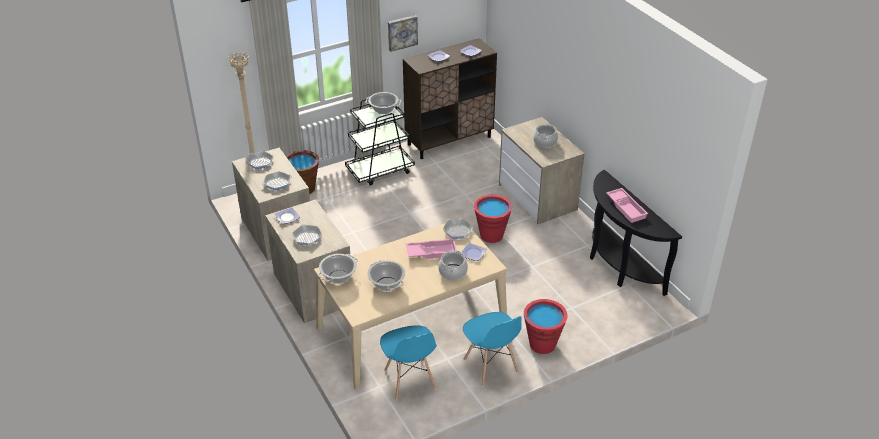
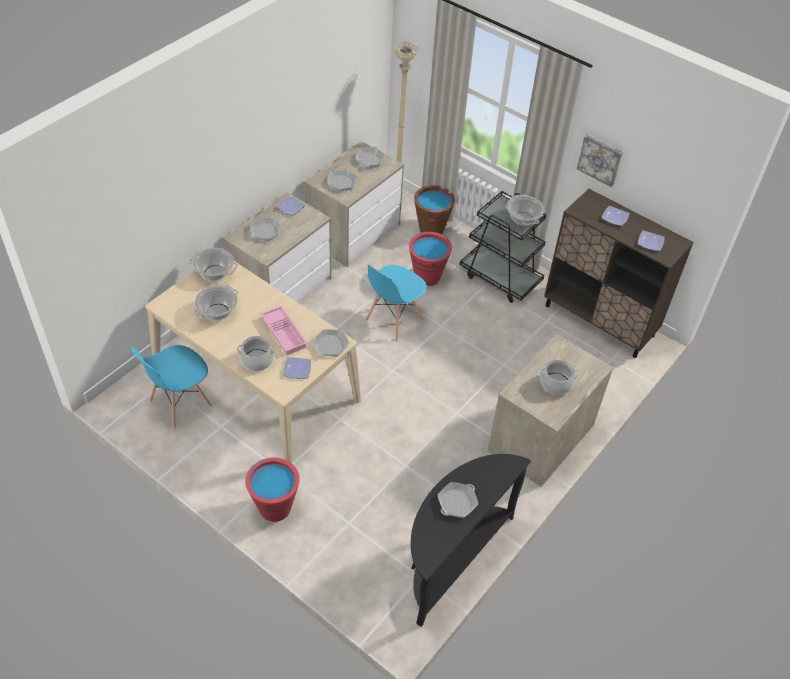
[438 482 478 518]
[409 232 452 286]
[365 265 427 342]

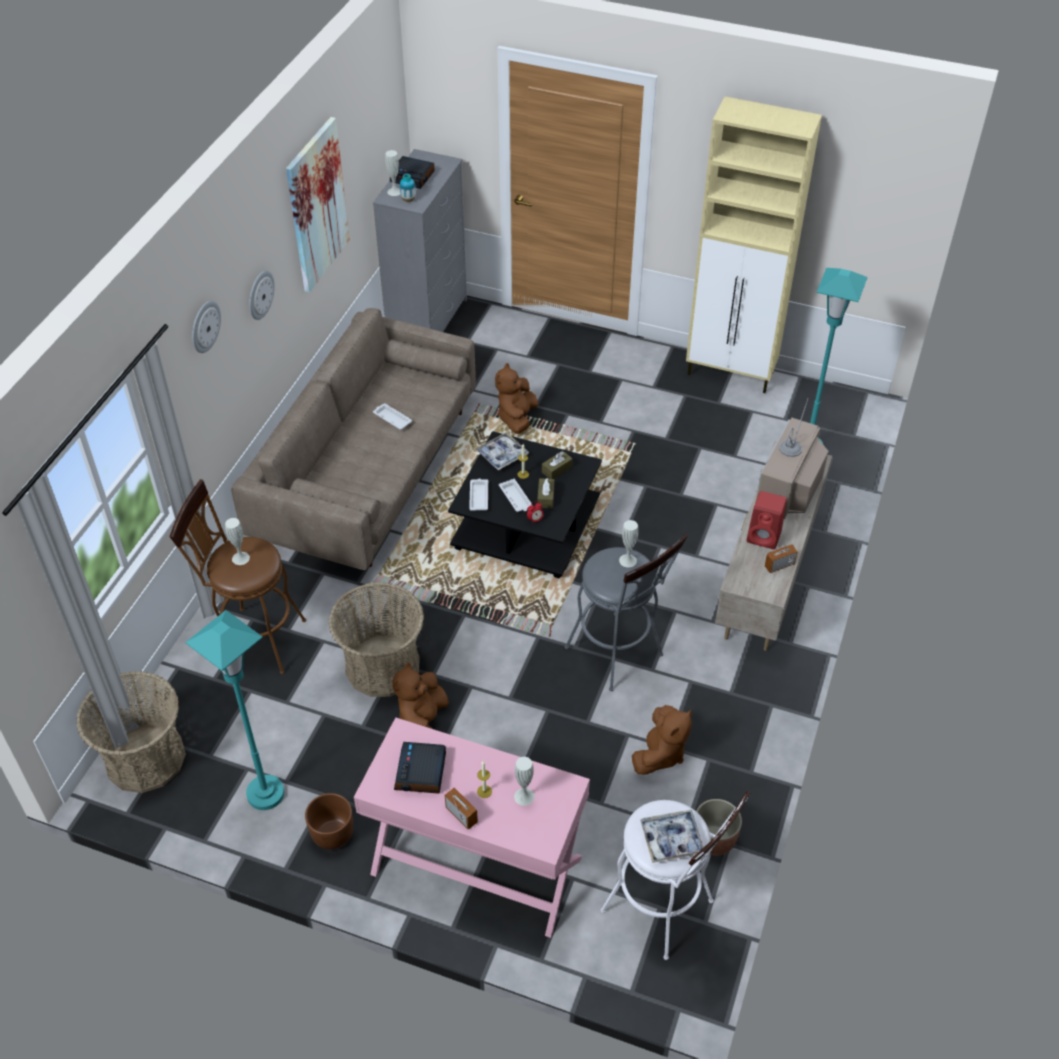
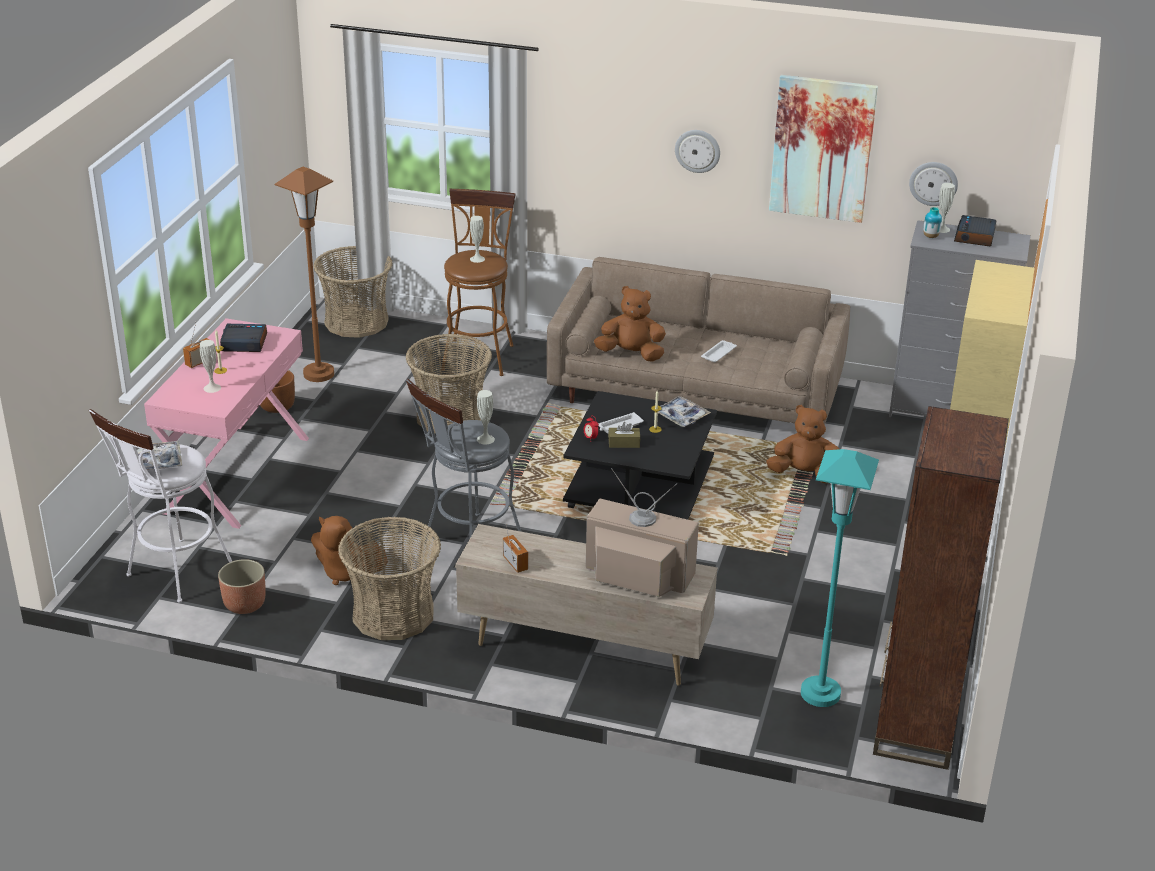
[909 162 958 206]
[542 451 573 479] (first image)
[469 479 488 511] (first image)
[747 491 787 549] (first image)
[275 167 334 382]
[594 286 666 362]
[873 406 1009 770]
[338 516 441 640]

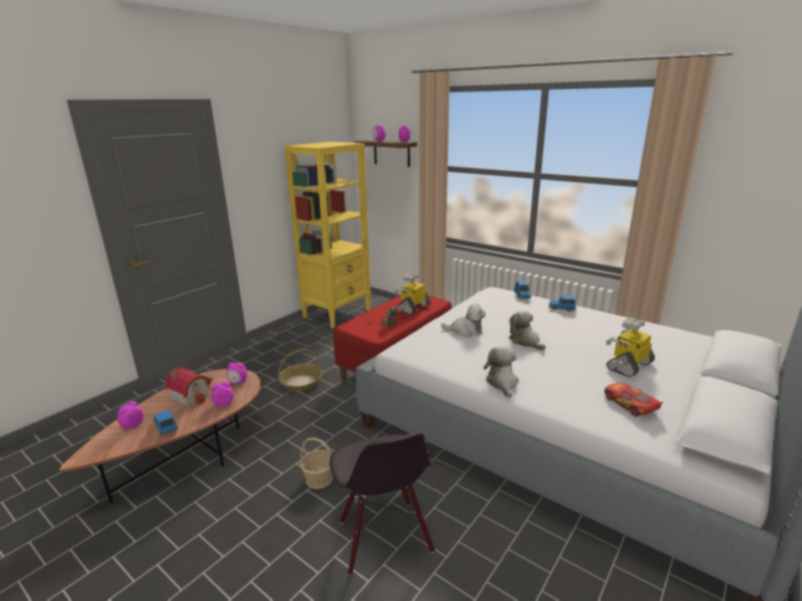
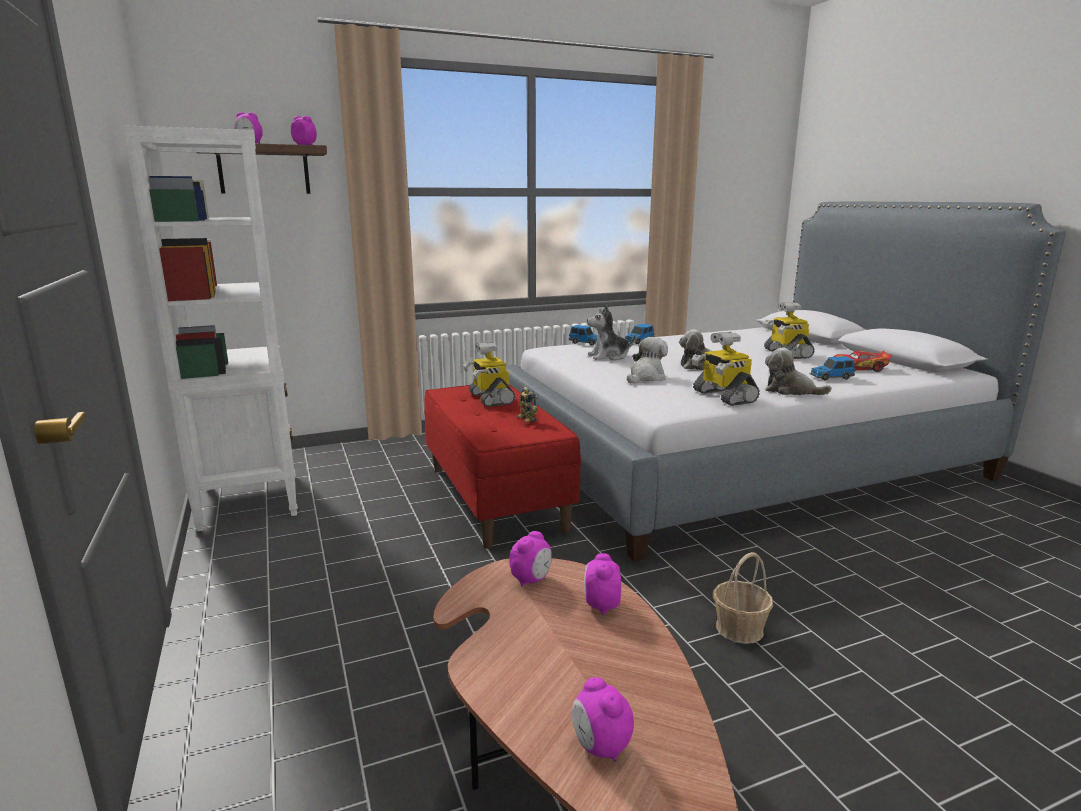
[122 125 298 531]
[278 349 322 391] (first image)
[165 367 212 408] (first image)
[810 356 855 380]
[330 432 435 575] (first image)
[587 305 636 360]
[692 332 760 406]

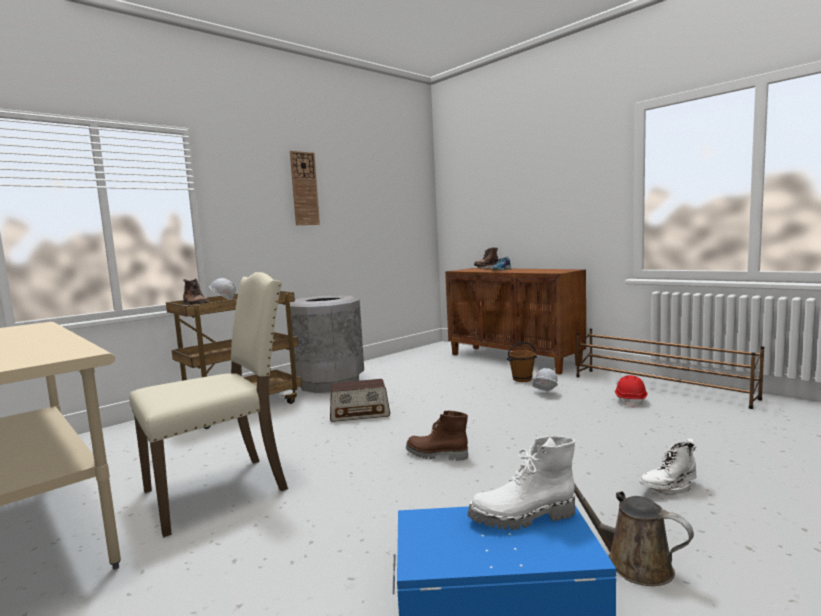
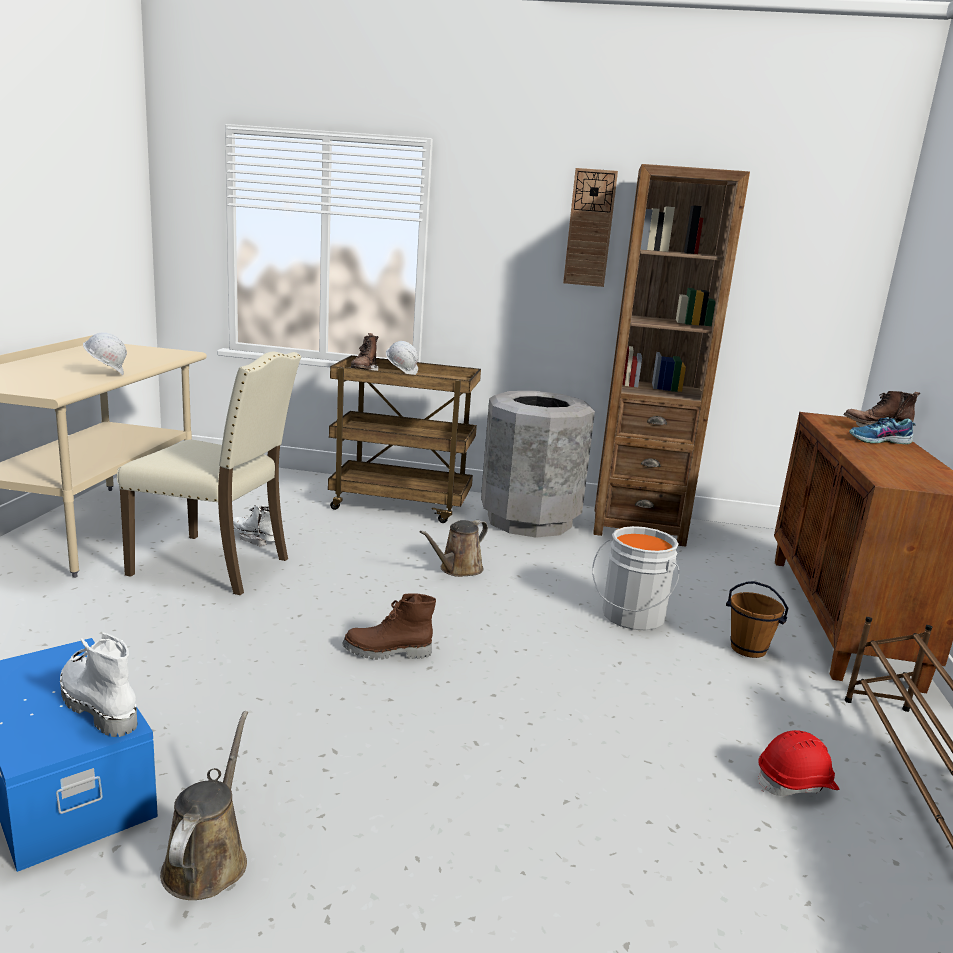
[83 332 127 375]
[420 520 488 577]
[342 593 436 660]
[233 505 275 547]
[593 164 750 547]
[592 526 679 630]

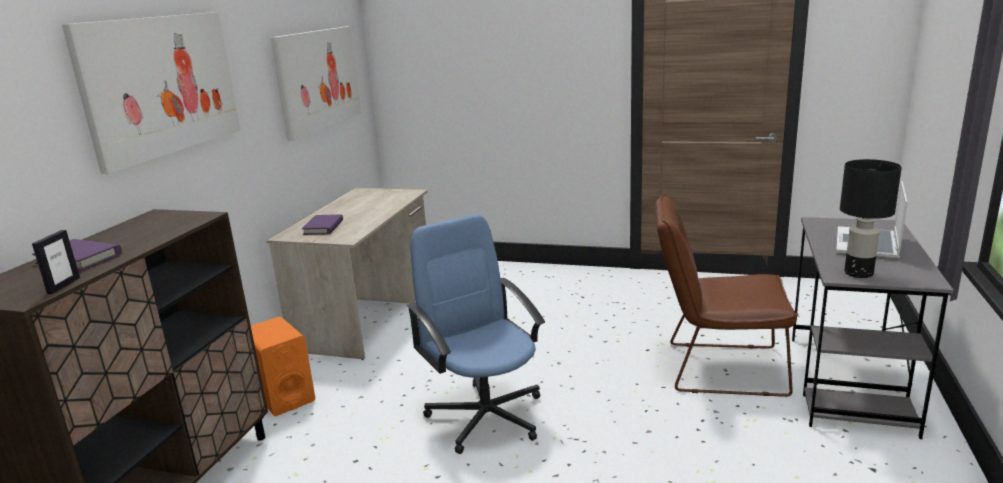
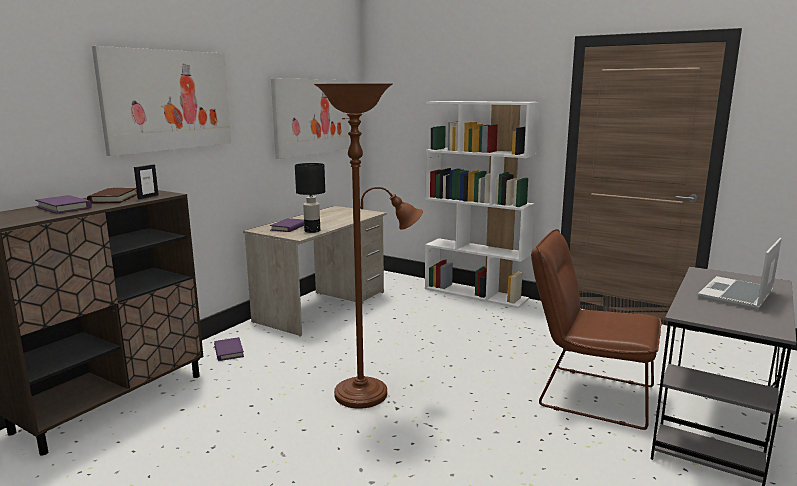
[295 163 325 233]
[314 83 423 409]
[134 164 159 199]
[214 337 244 361]
[425 101 540 308]
[87 188 137 203]

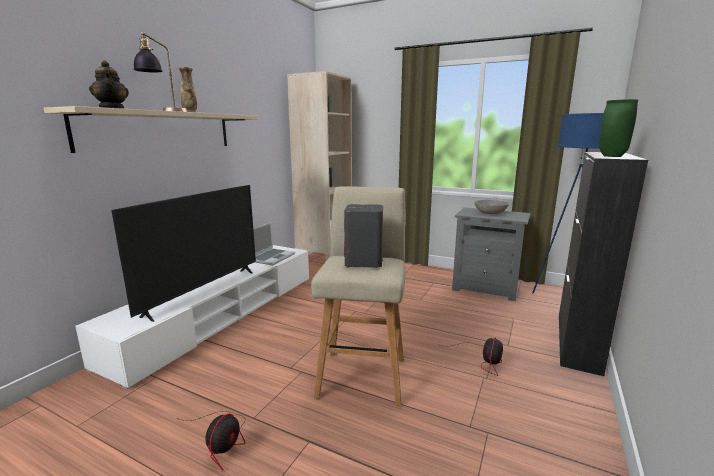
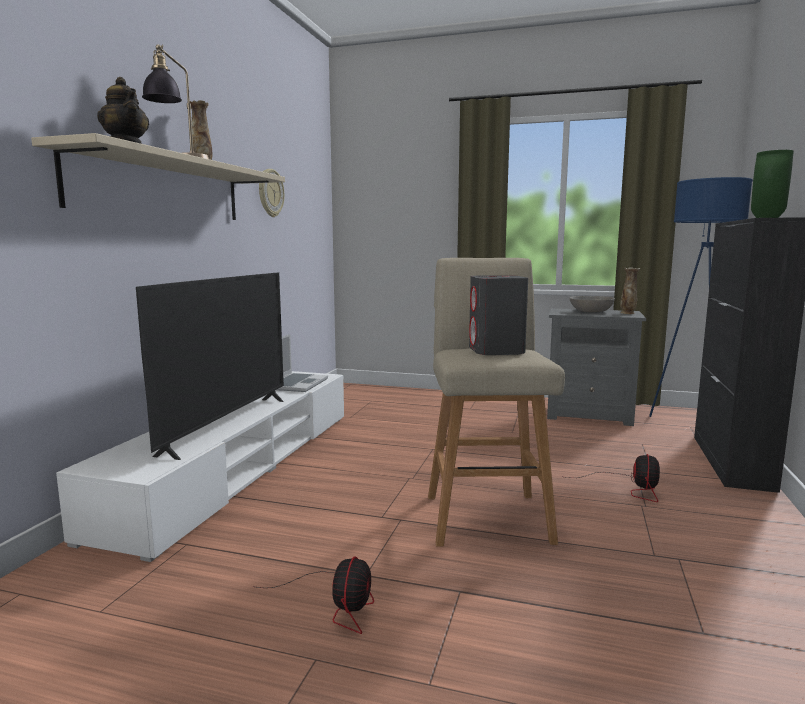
[287 71 352 260] (first image)
[259 169 284 217]
[620 268 640 314]

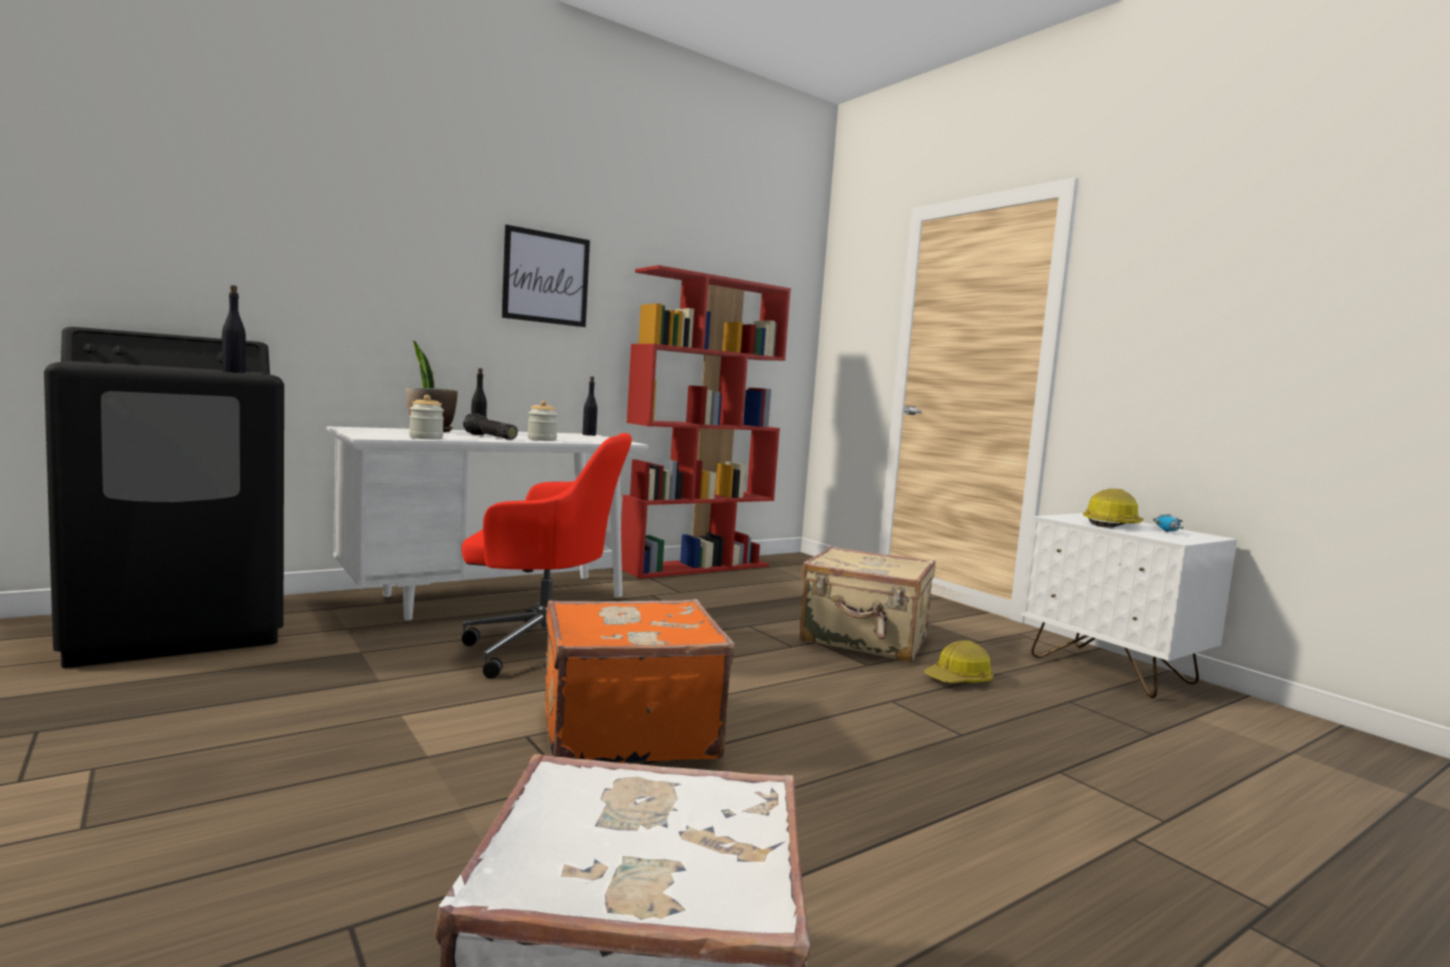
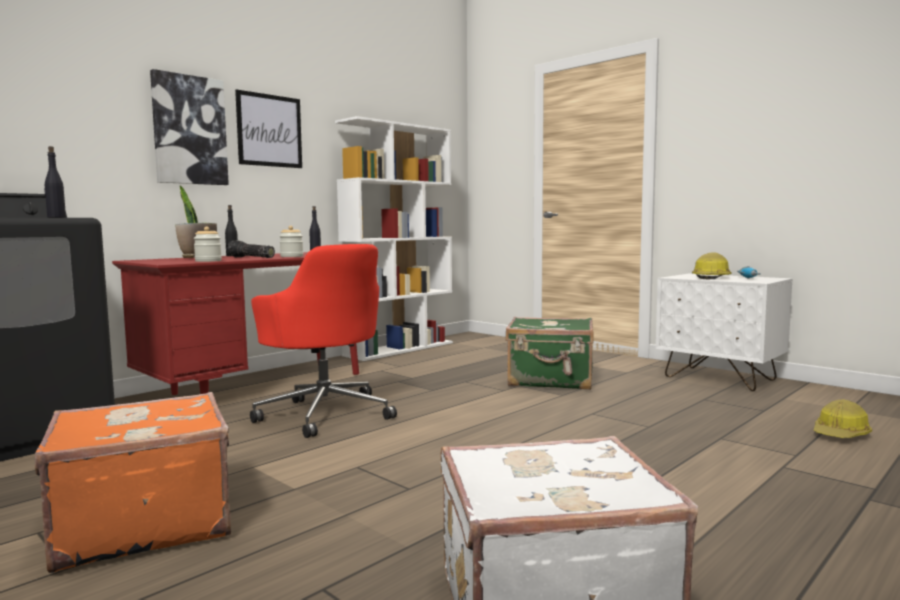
[335 116 453 361]
[112 252 359 395]
[250 244 397 438]
[505 316 594 390]
[35 392 231 573]
[814 400 872 438]
[150 69 229 185]

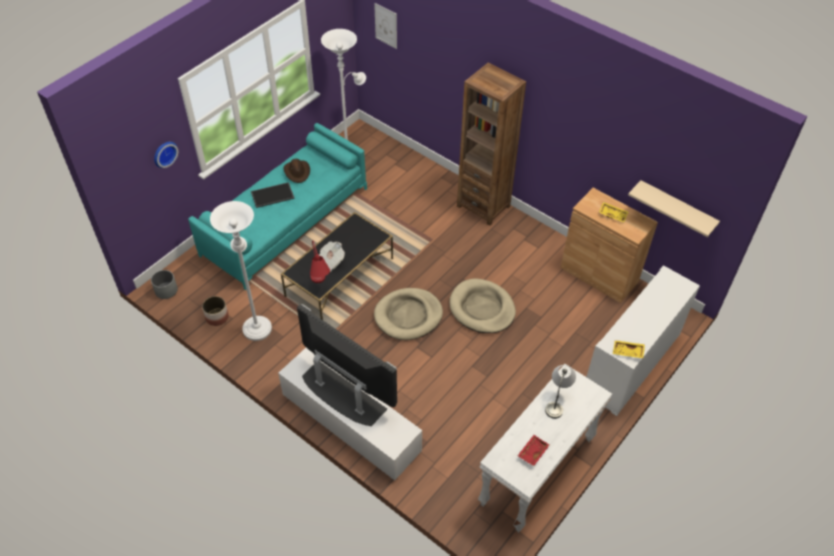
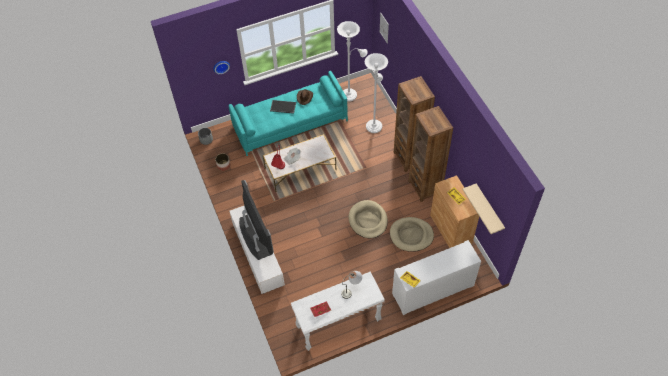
[365 53 388 133]
[263 134 336 192]
[390 217 434 252]
[409 106 453 202]

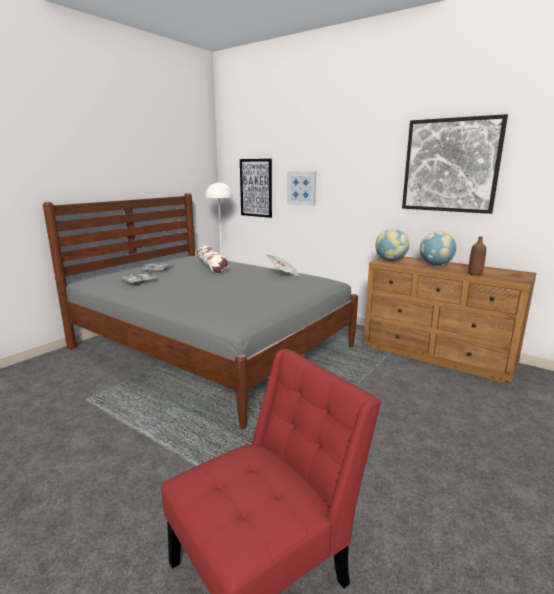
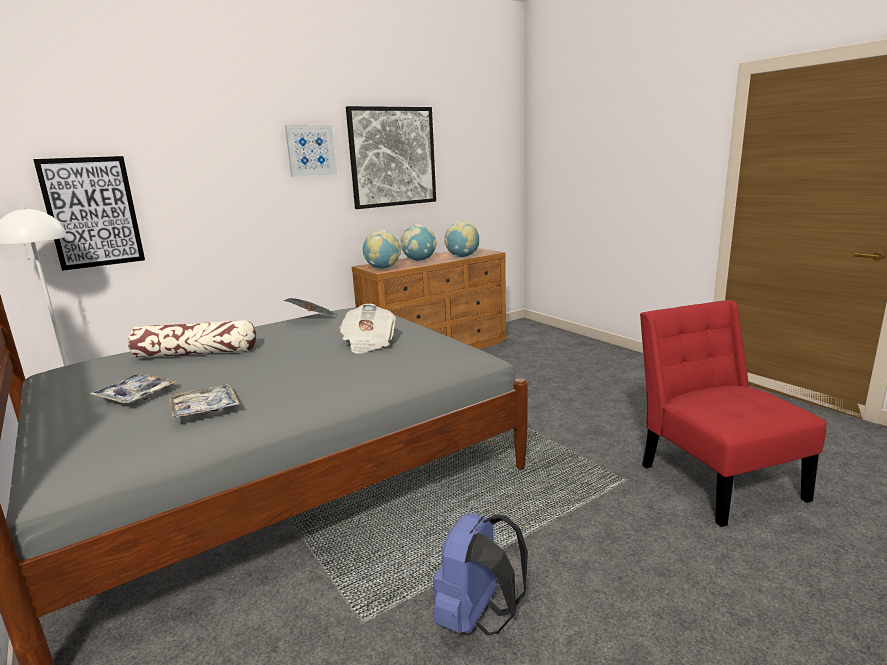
[285 125 337 177]
[444 221 479 257]
[339 304 396 354]
[433 514 528 635]

